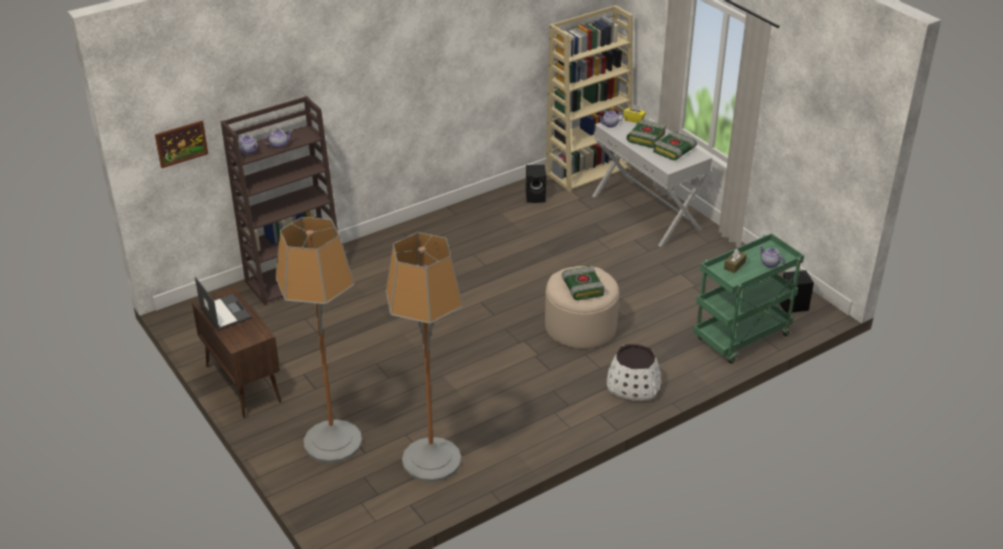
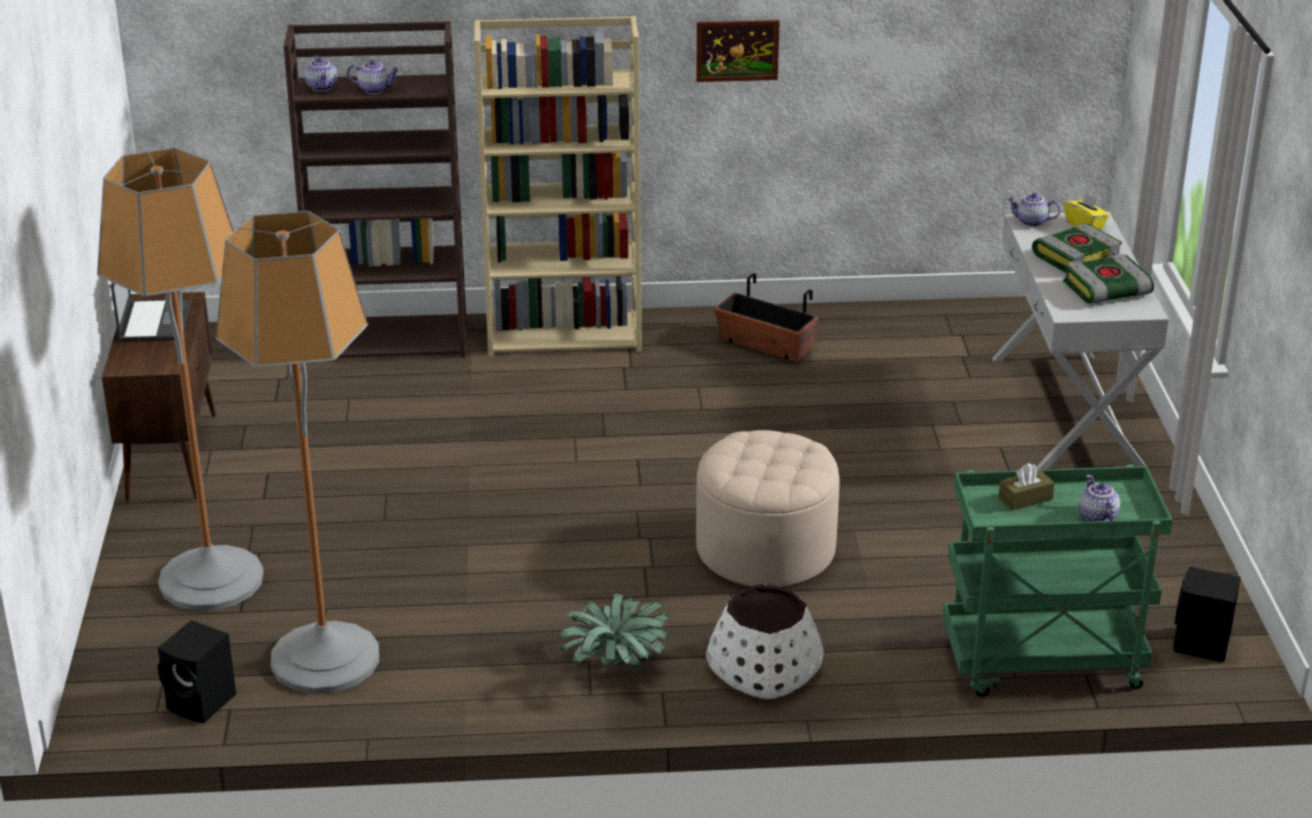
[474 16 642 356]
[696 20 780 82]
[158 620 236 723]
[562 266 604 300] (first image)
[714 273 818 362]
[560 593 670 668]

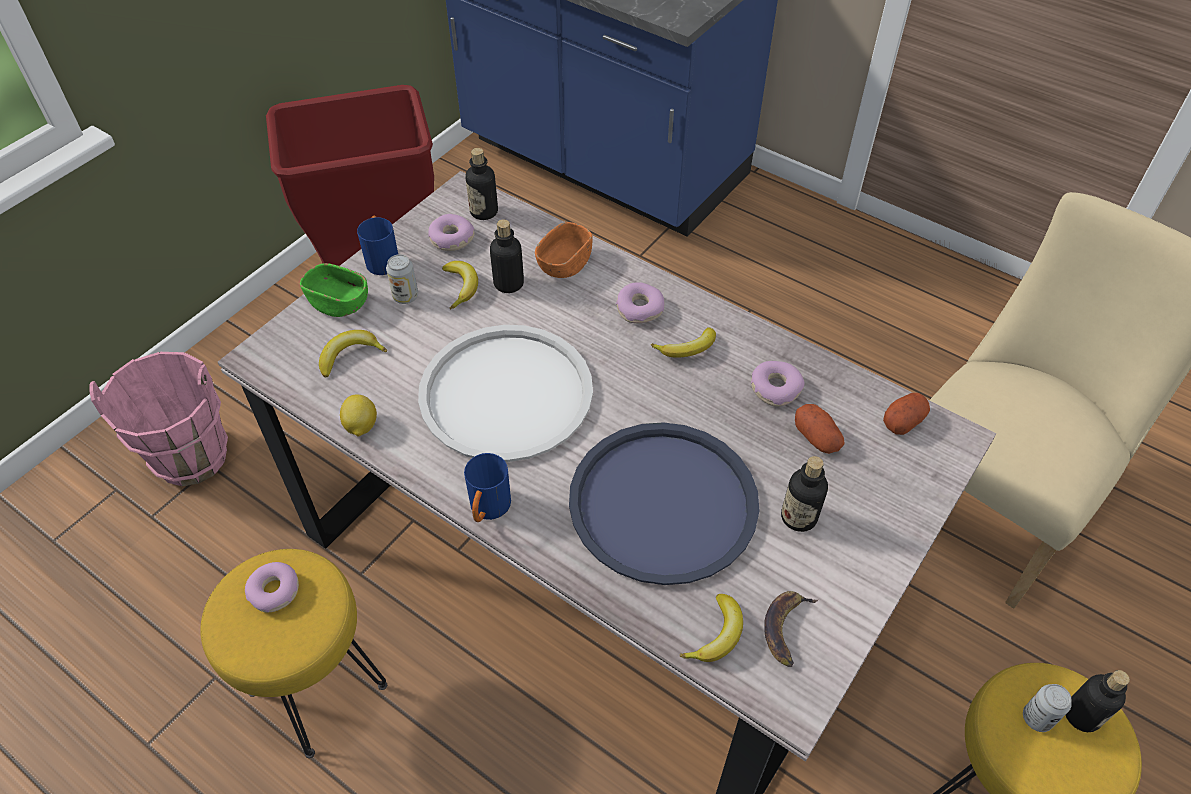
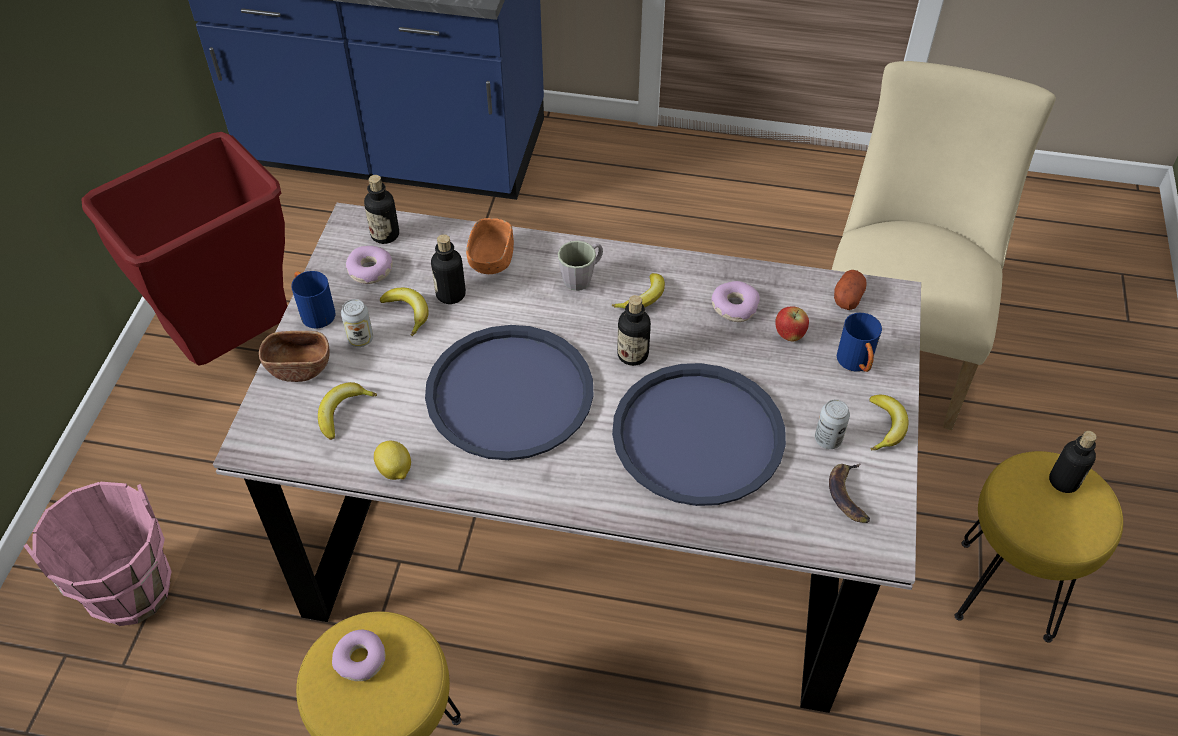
[259 331 330 382]
[558 241 603 291]
[425 325 594 460]
[775 306 809 341]
[837 313 882 372]
[617 295 651 366]
[869 395 908 450]
[815 399 850 449]

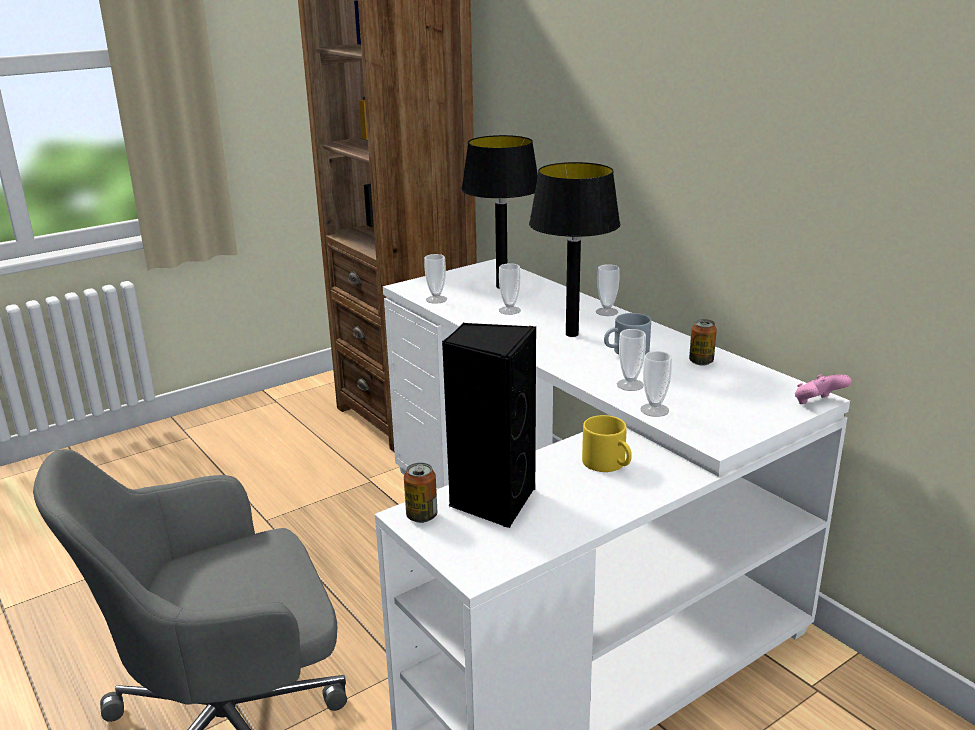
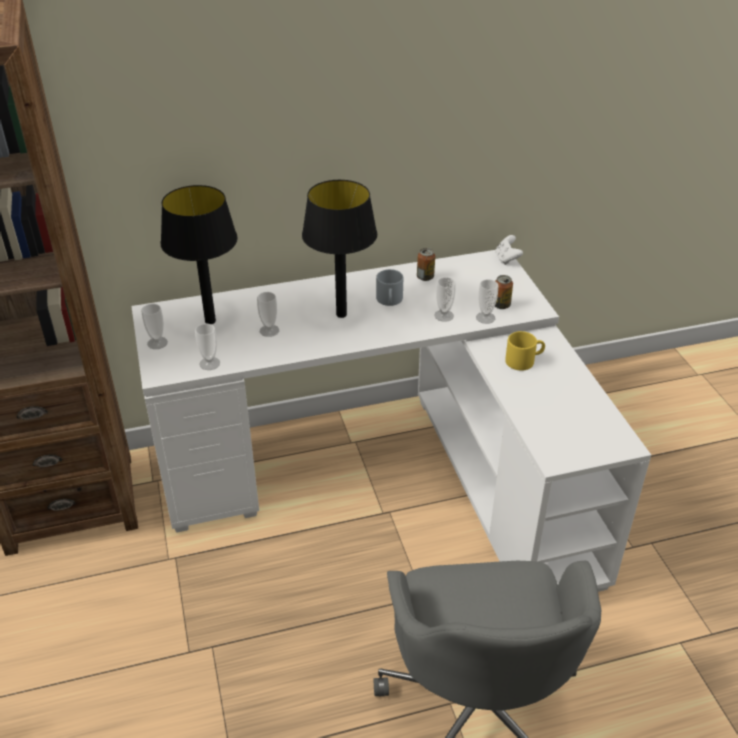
[141 304 168 349]
[442 323 536 528] (first image)
[495 235 523 265]
[495 275 513 309]

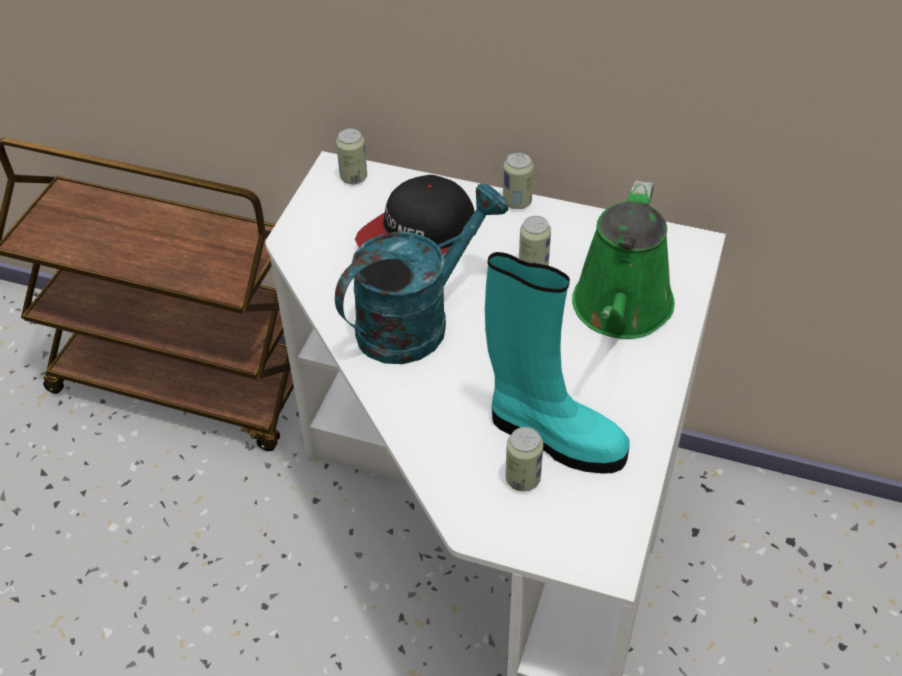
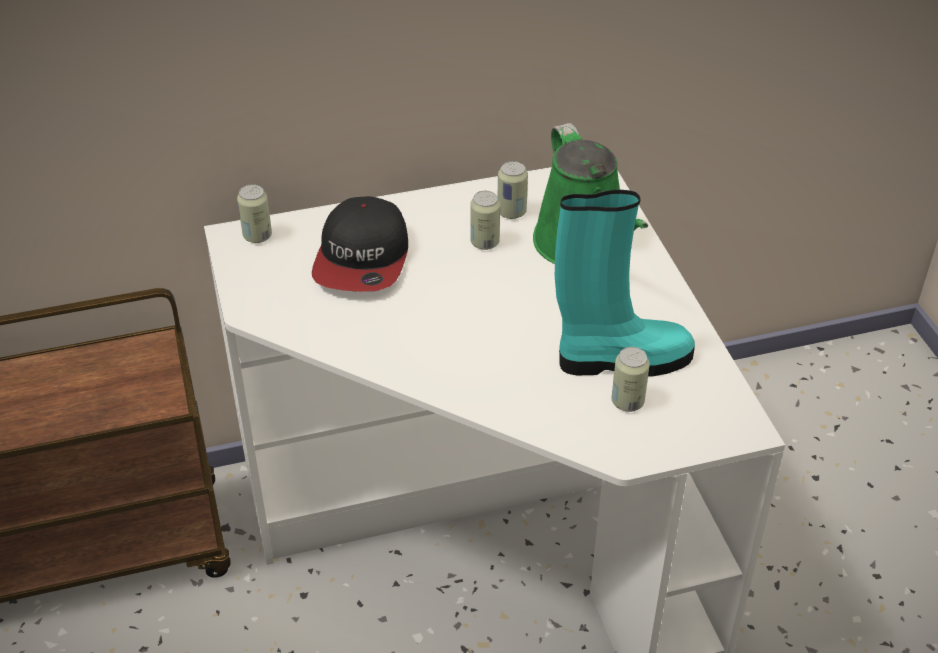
[498 161 528 219]
[335 184 508 364] (first image)

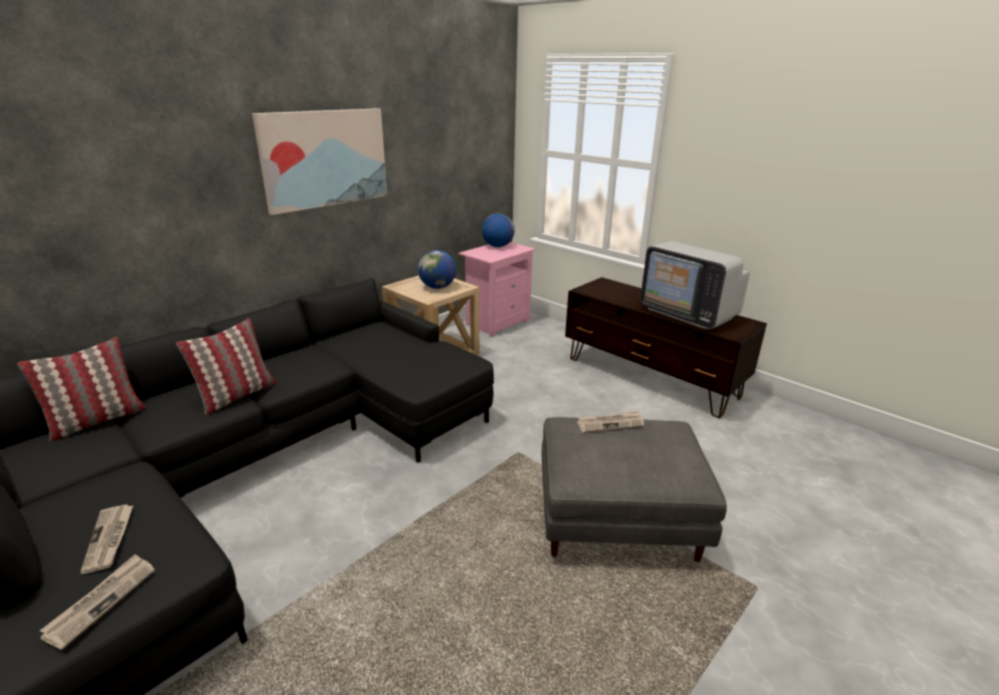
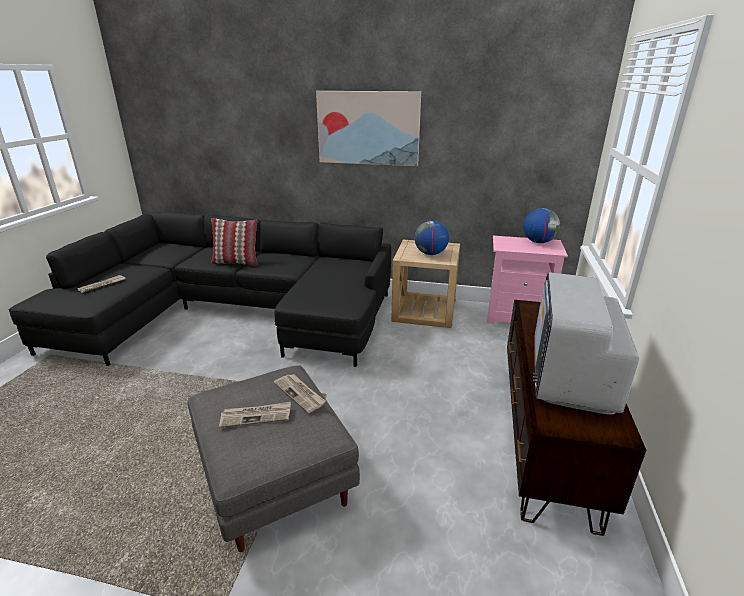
[17 337 146 442] (first image)
[219 402 291 428]

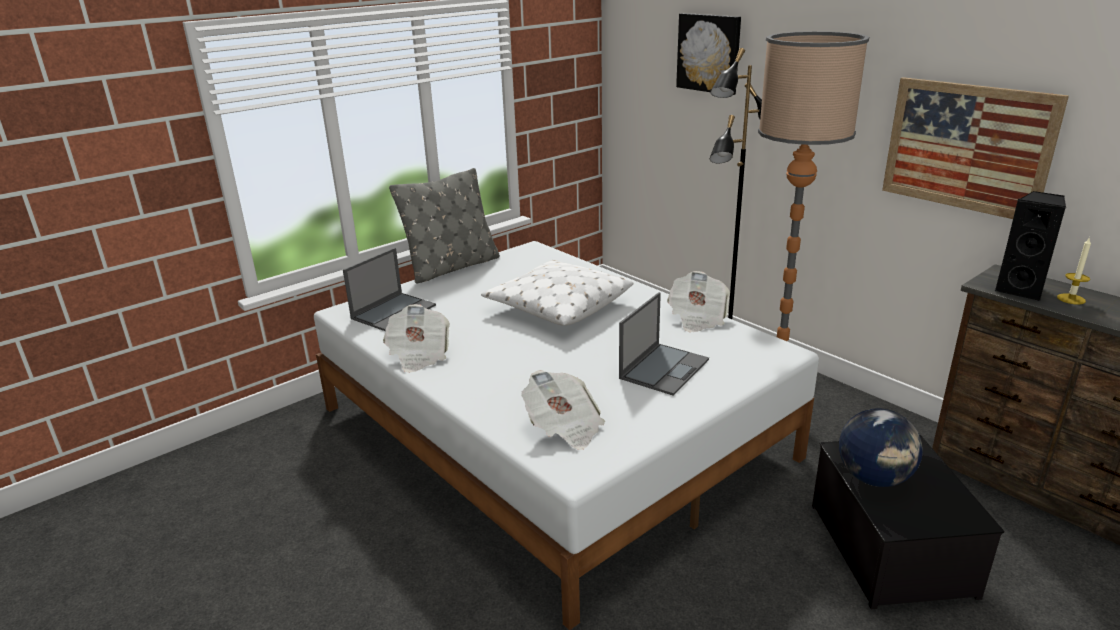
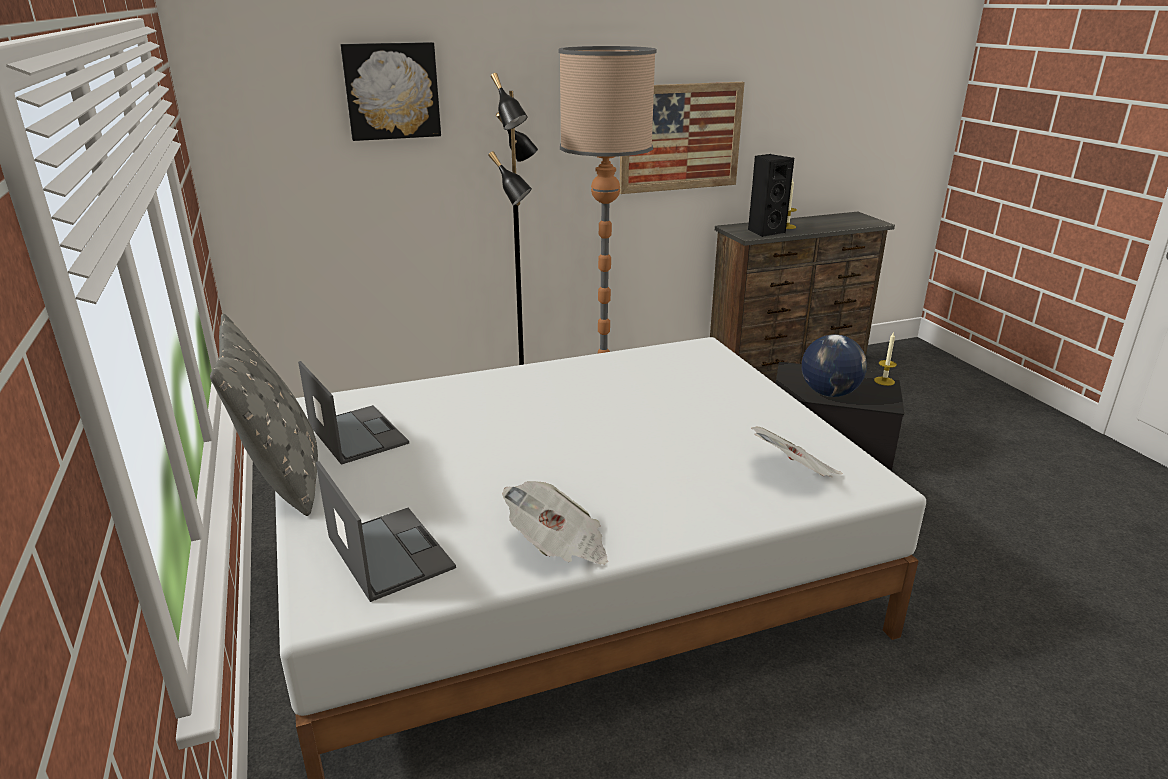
[481 260 634 326] (first image)
[667 271 730 332] (first image)
[298 361 409 465]
[874 332 897 386]

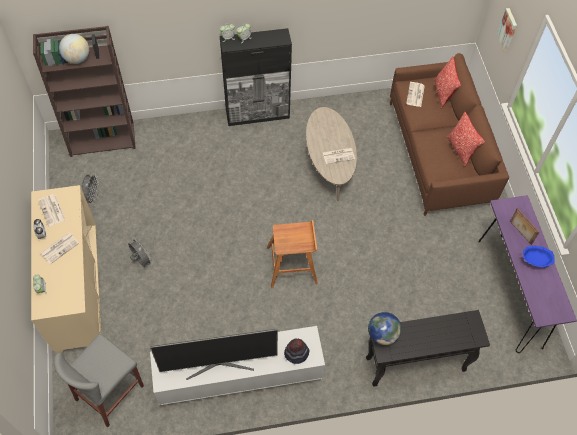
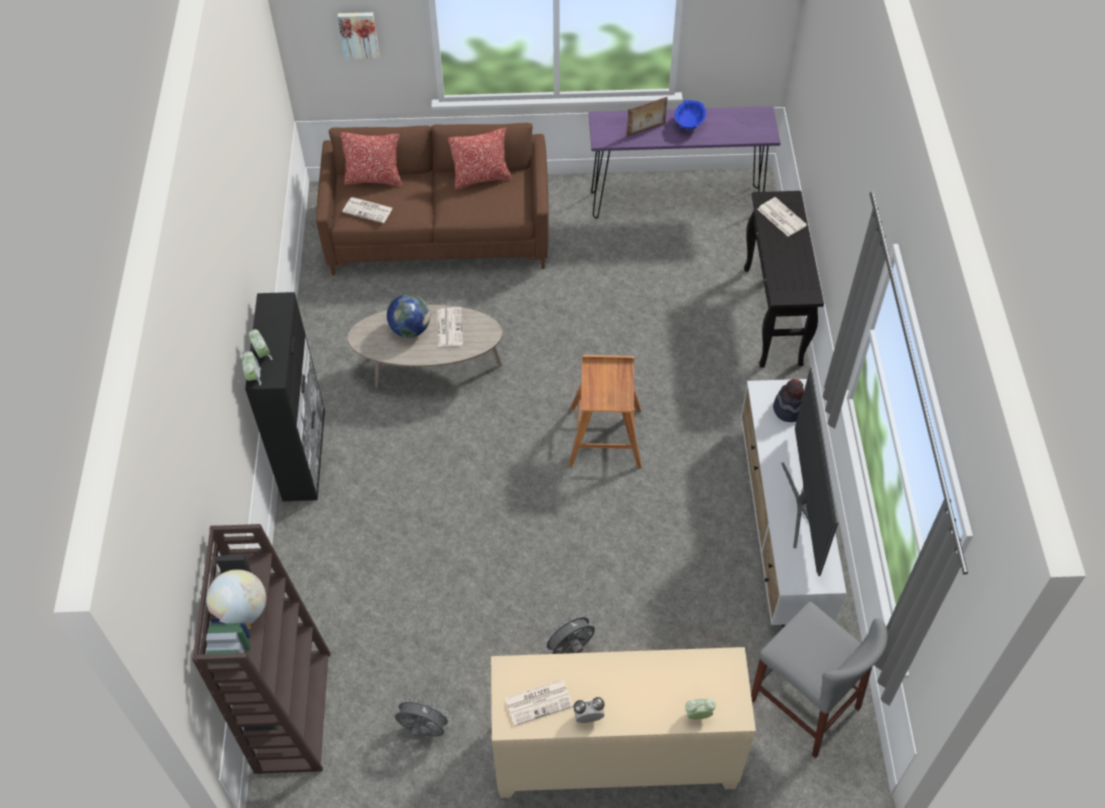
[757 197 807 237]
[387 294 430 338]

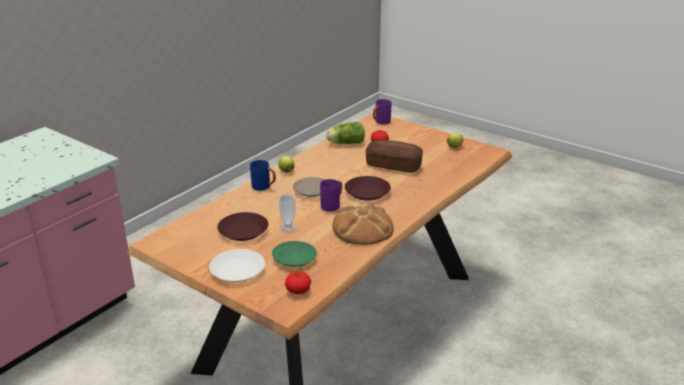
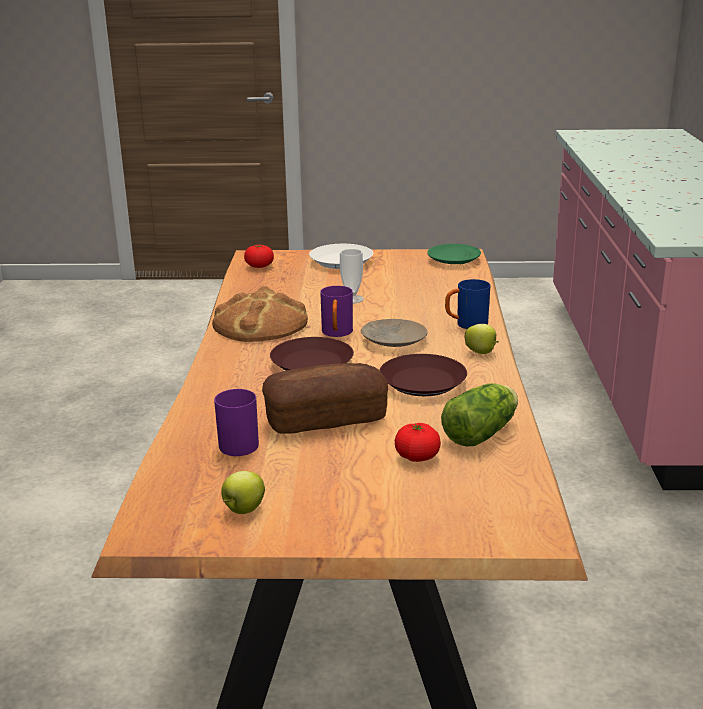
[214 389 259 456]
[380 354 467 396]
[427 244 481 264]

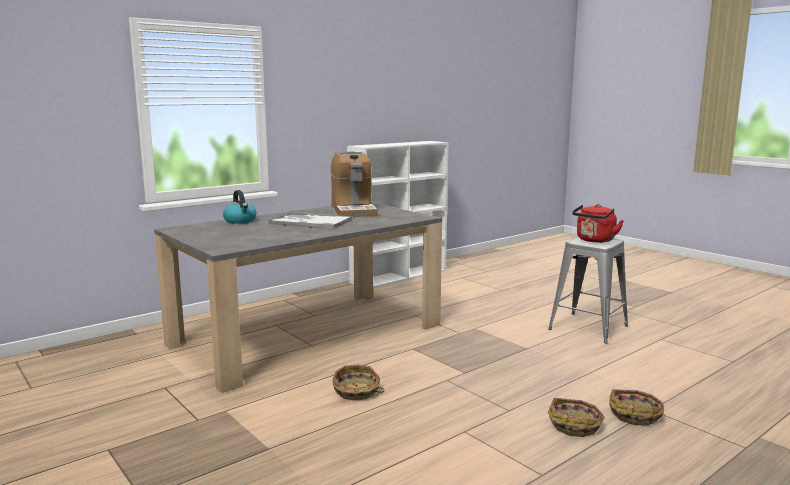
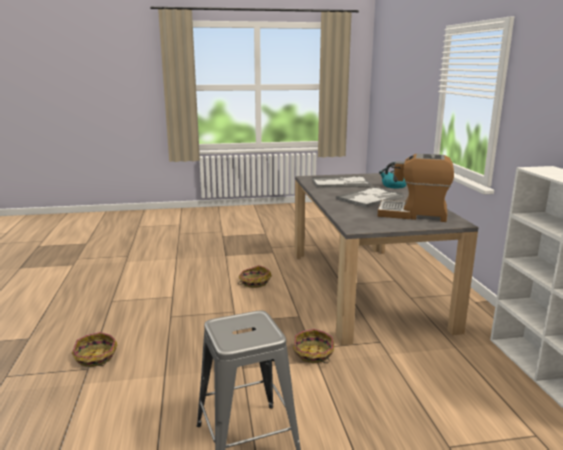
[572 204 623 243] (first image)
[293 329 334 363]
[312 176 371 188]

